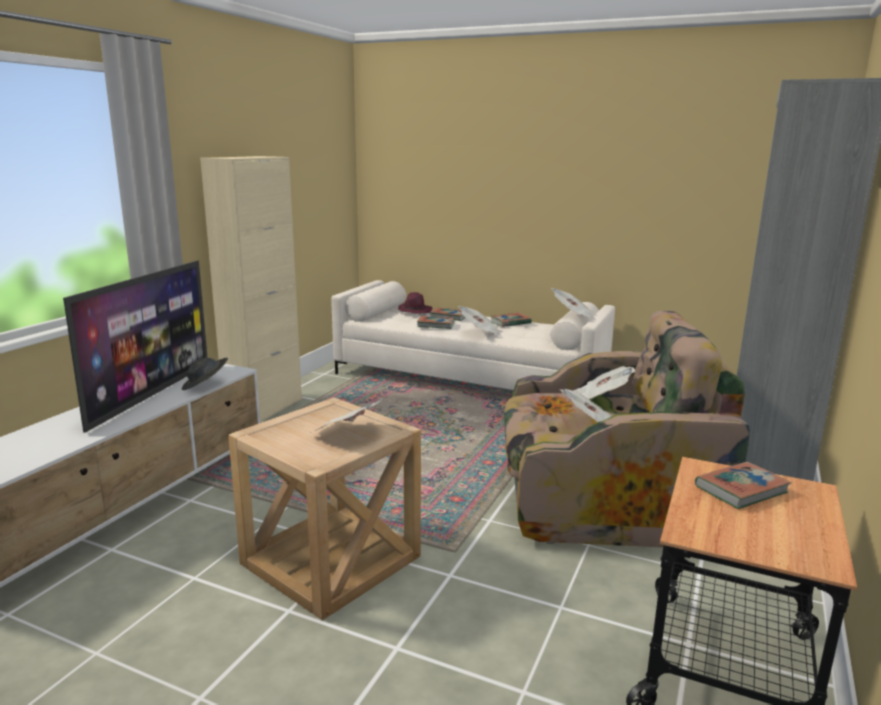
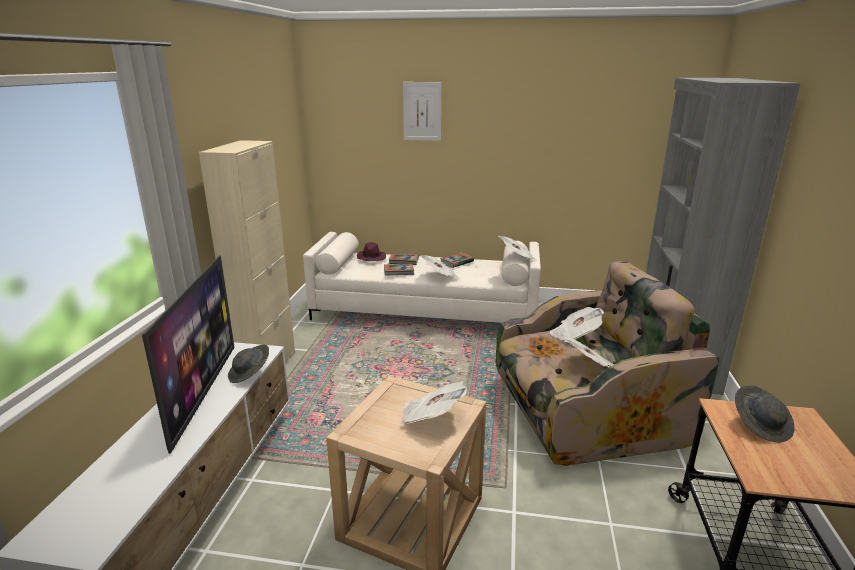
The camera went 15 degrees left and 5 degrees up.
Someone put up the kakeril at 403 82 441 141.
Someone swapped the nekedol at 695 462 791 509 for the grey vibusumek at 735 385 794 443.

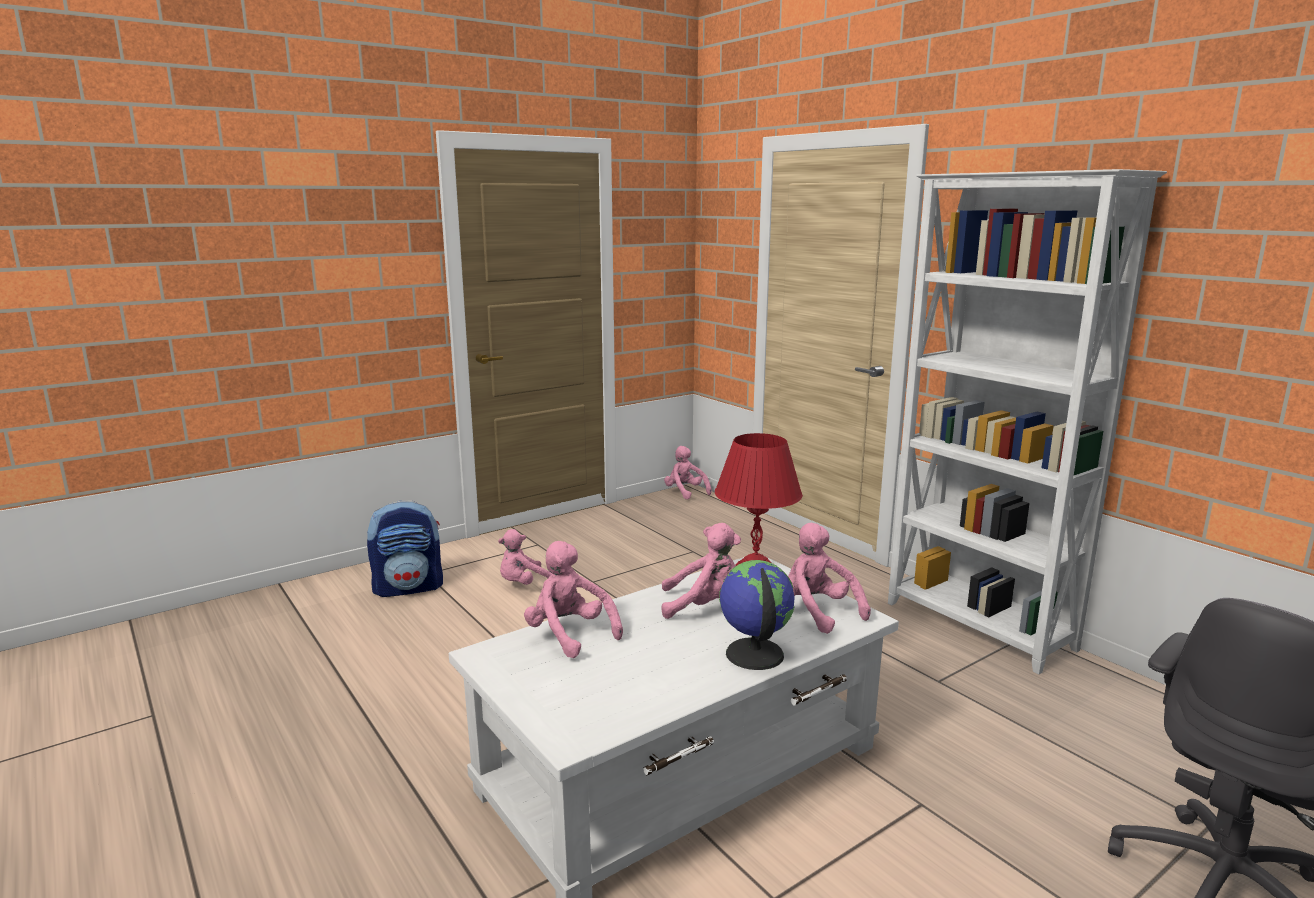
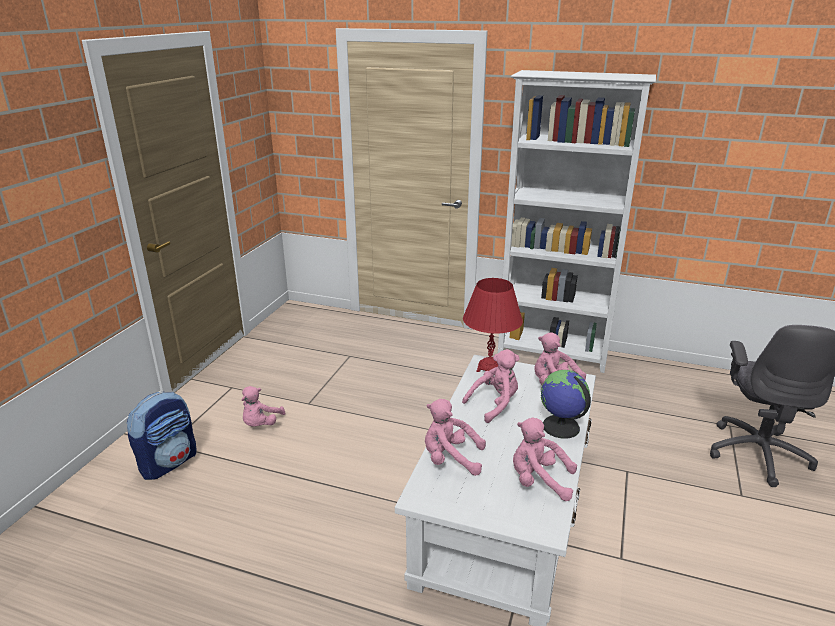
The camera went 35 degrees left and 10 degrees up.
Someone carried the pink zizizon from 664 446 712 500 to 513 418 577 501.

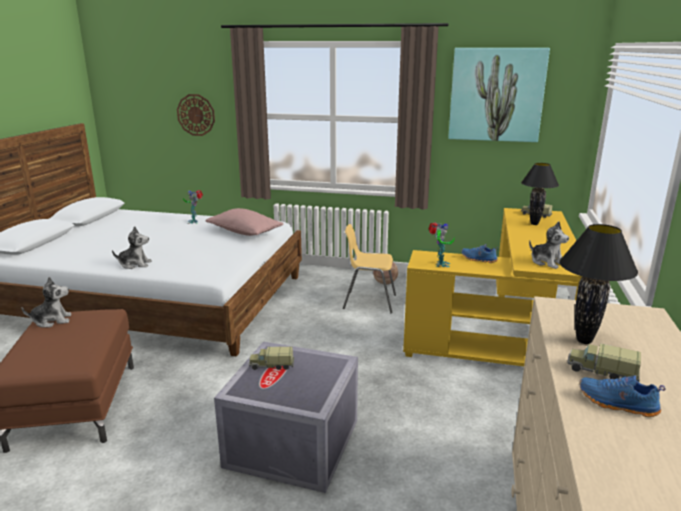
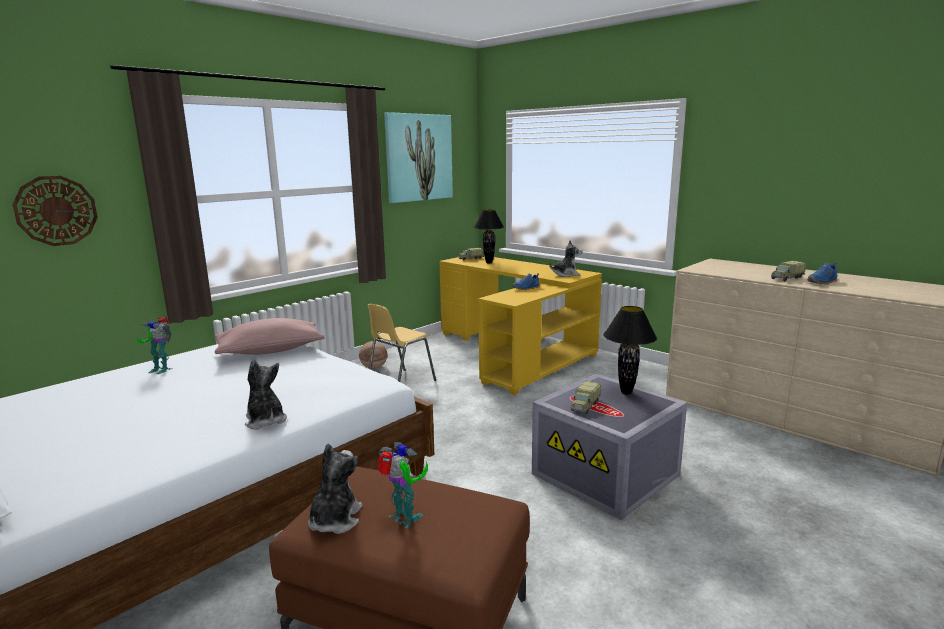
The camera went 60 degrees left and 5 degrees down.
Someone carried the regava from 428 222 455 267 to 378 442 428 528.
Someone carried the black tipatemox from 559 224 638 344 to 604 306 657 395.
Someone rotated the zizizon at 112 226 152 269 by 60 degrees counterclockwise.

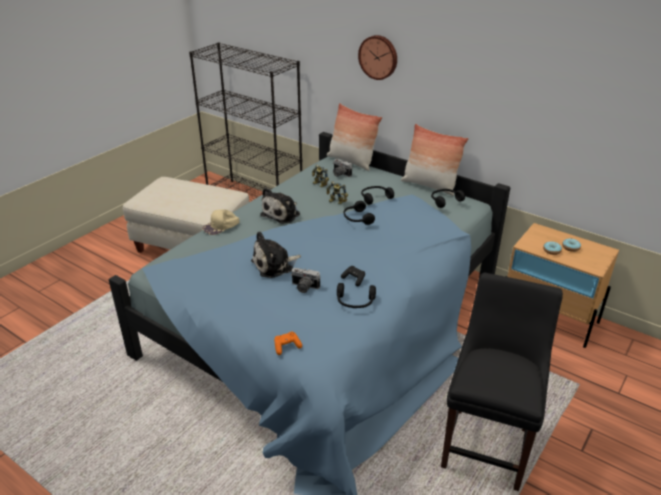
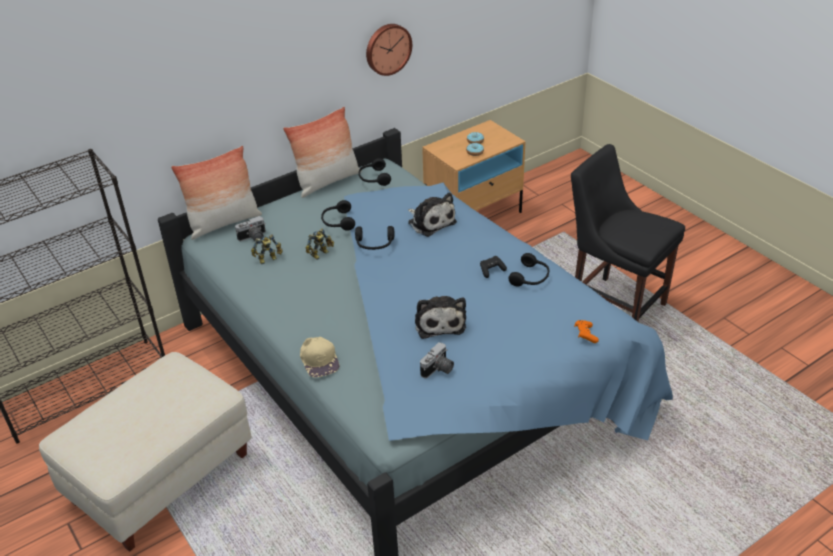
The camera went 70 degrees left and 5 degrees up.
Someone carried the zizizon from 260 188 300 224 to 408 193 457 237.
Someone carried the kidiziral from 291 268 321 293 to 420 342 454 378.
Someone carried the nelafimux from 358 35 397 80 to 366 24 412 76.

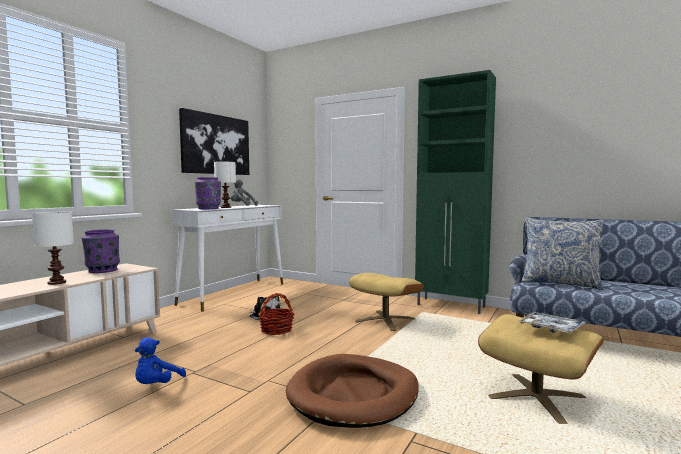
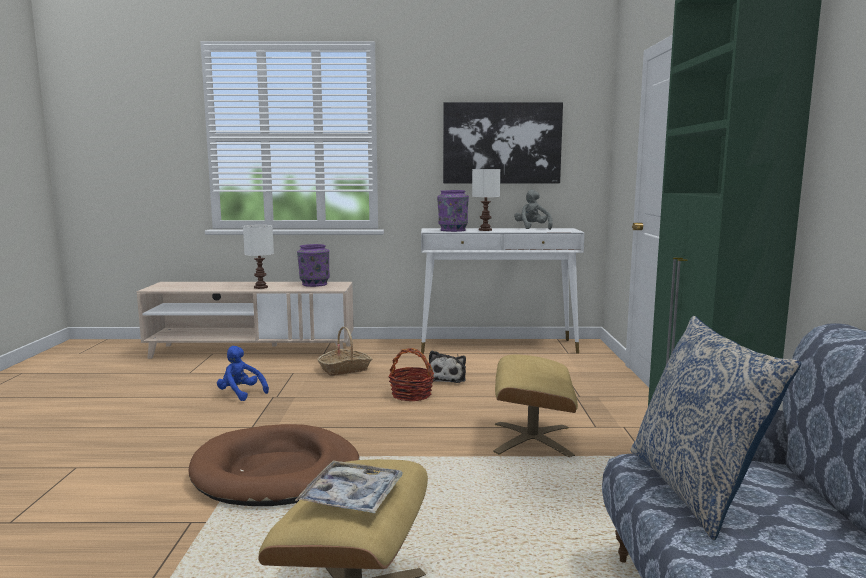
The camera went 60 degrees right and 5 degrees up.
Someone put down the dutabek at 317 327 372 376.
Someone rotated the blue zizizon at 135 337 186 384 by 45 degrees clockwise.

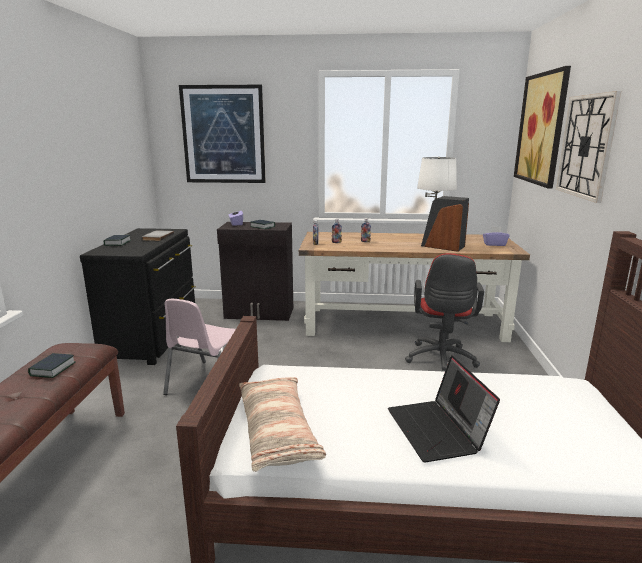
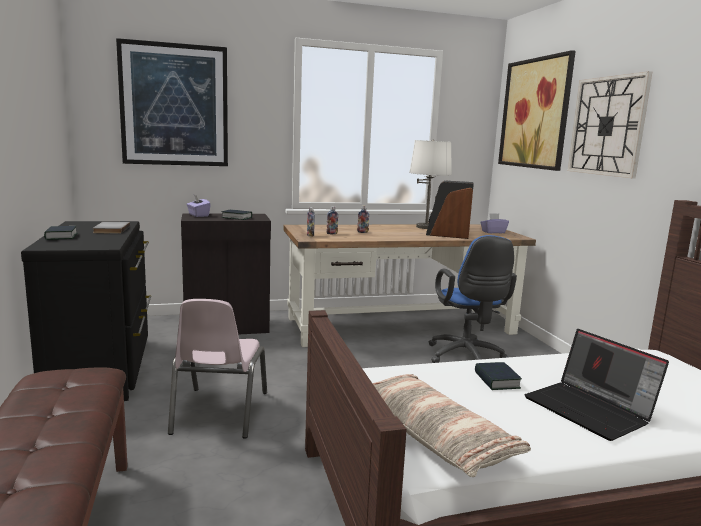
The camera went 20 degrees left and 5 degrees down.
Someone carried the nekedol from 28 353 76 378 to 475 362 522 390.
Someone repainted the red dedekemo at 405 253 484 372, which became the blue dedekemo at 428 235 517 363.

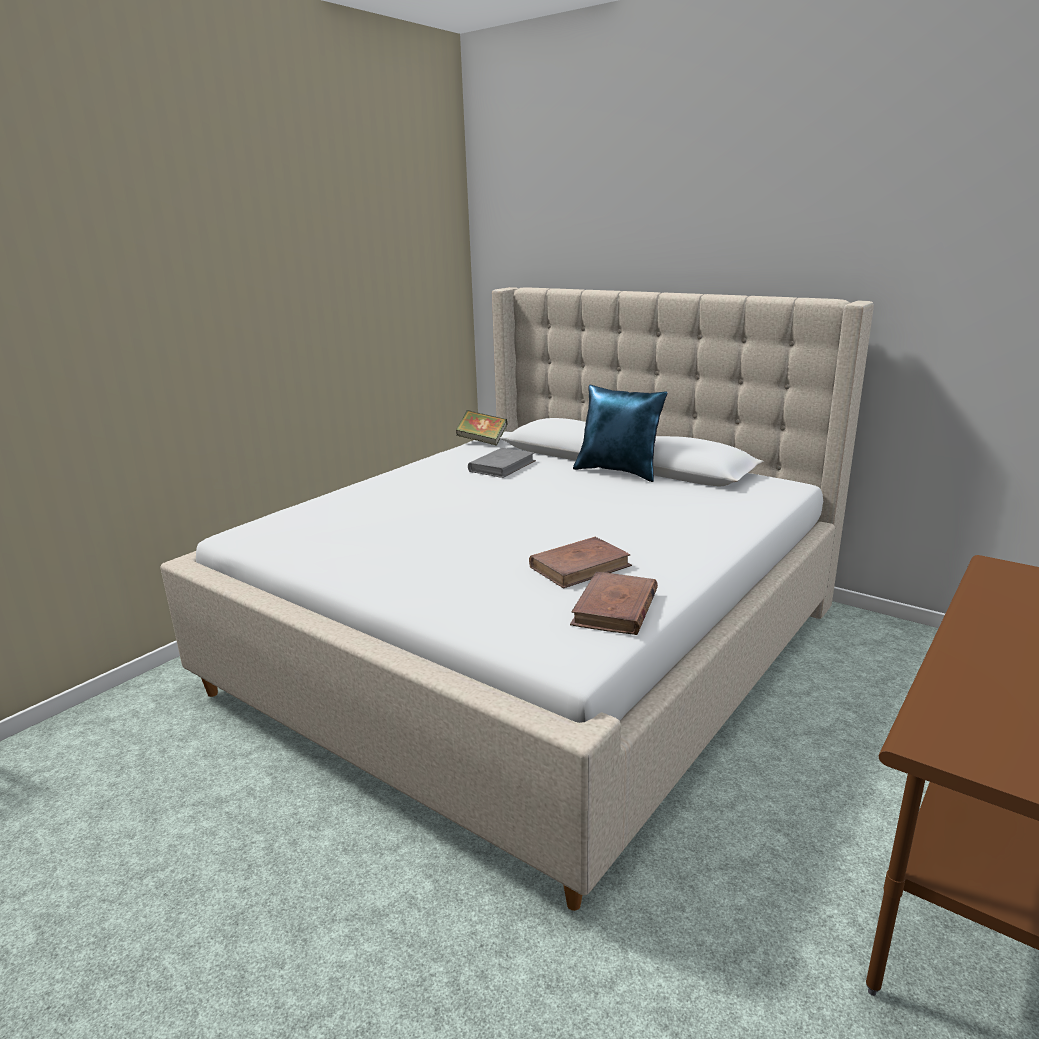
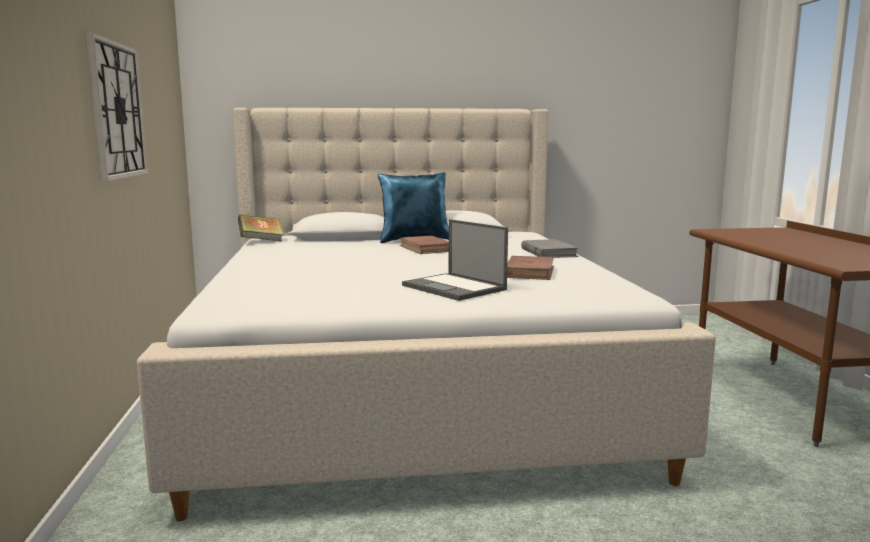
The camera went 45 degrees left and 10 degrees down.
Someone put up the nelafimux at 86 32 148 182.
Someone put down the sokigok at 402 219 508 301.
Someone carried the grey nekedol from 468 448 536 478 to 521 239 578 258.
Someone carried the brown nekedol from 570 572 658 635 to 400 235 449 254.

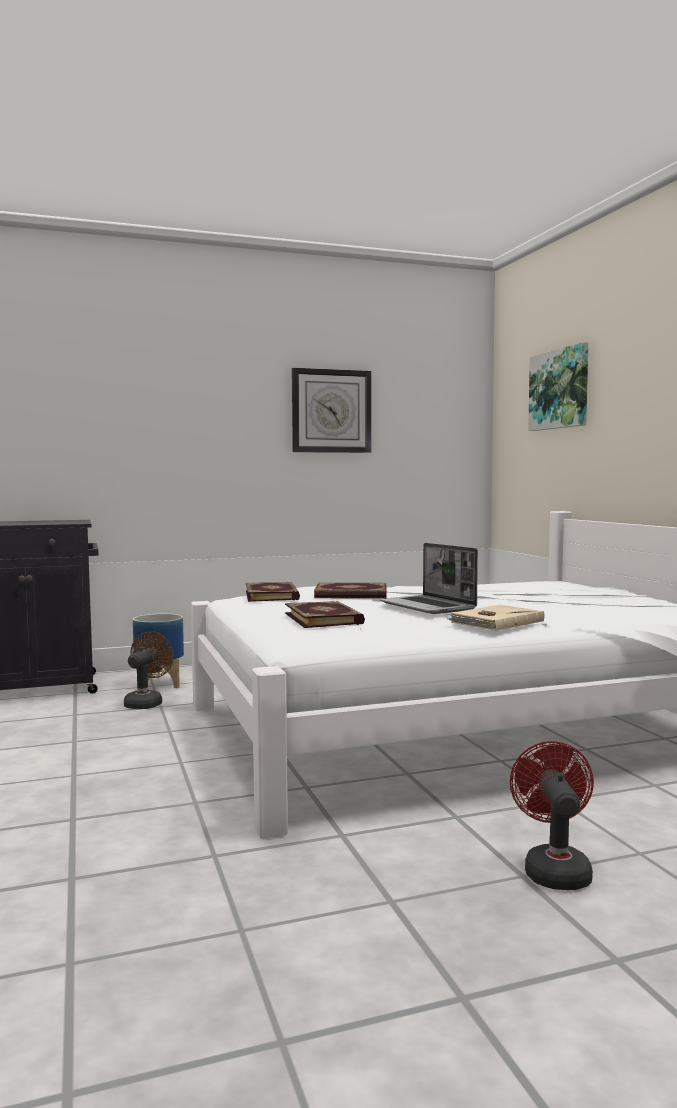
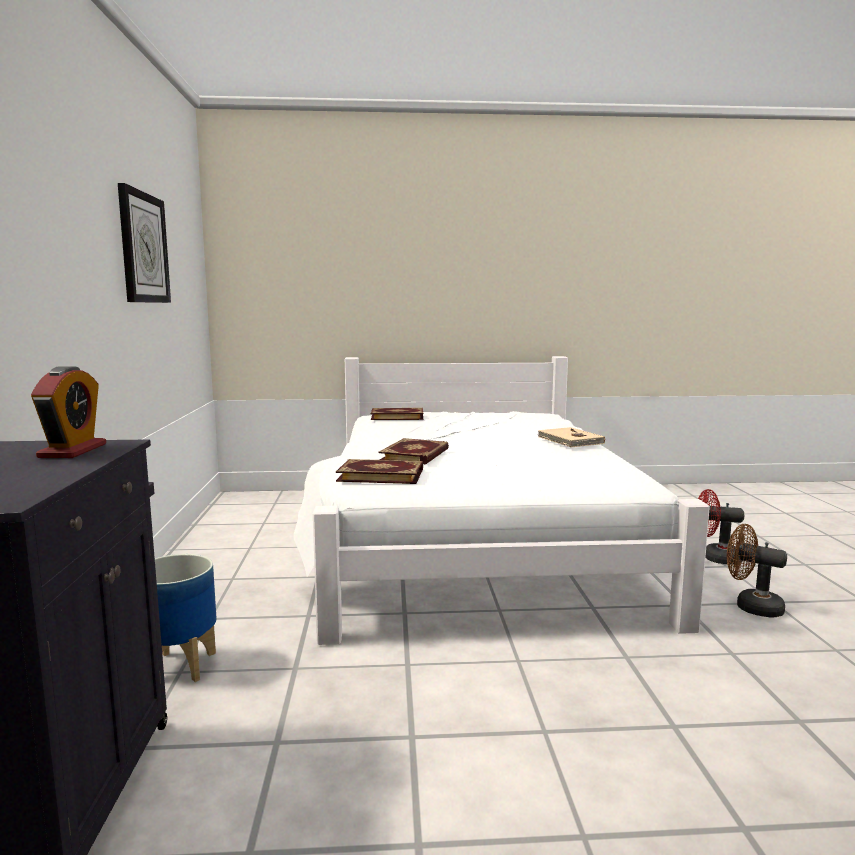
The camera went 75 degrees left and 5 degrees up.
Someone took away the sokigok at 380 543 478 614.
Someone took away the kakeril at 528 342 588 431.
Someone put down the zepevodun at 31 366 106 458.
Someone carried the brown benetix from 124 631 174 709 to 727 524 787 618.
Someone carried the nekedol from 285 601 365 628 to 371 408 423 420.

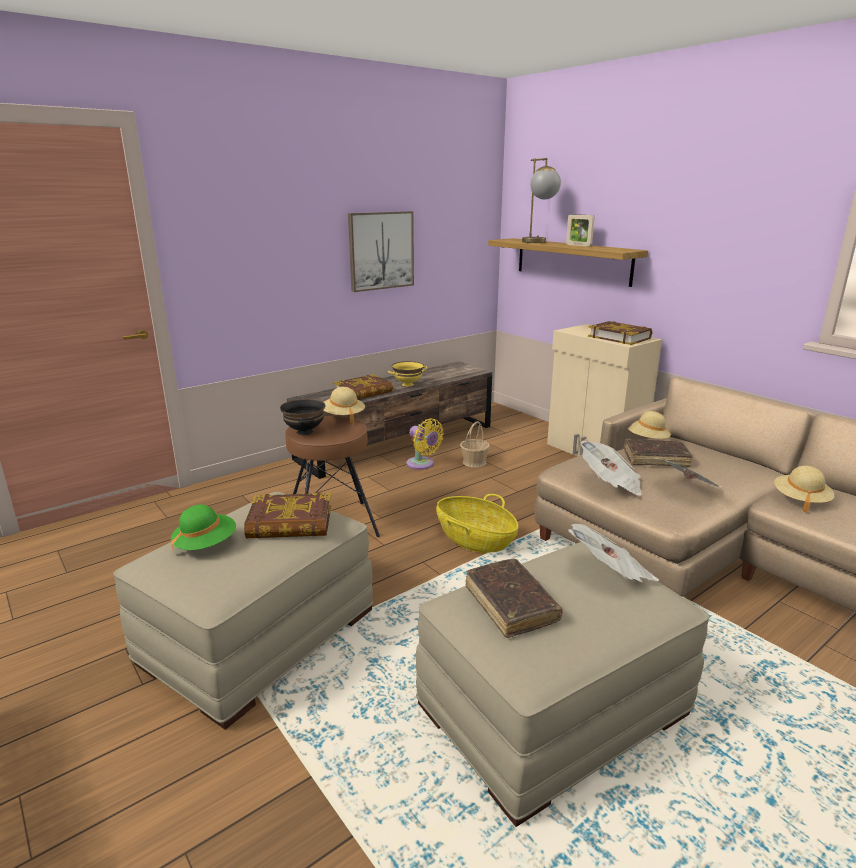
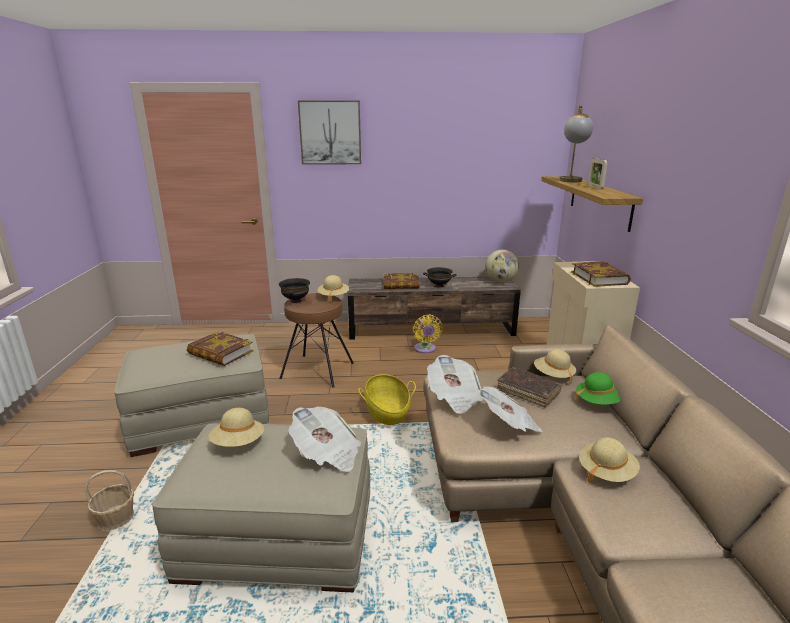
The camera went 35 degrees right and 0 degrees up.
Someone put down the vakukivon at 485 249 519 283.
Someone carried the green vibusumek from 171 504 236 553 to 575 372 620 405.
Someone carried the kakeril from 348 211 414 292 to 298 100 361 165.
Someone carried the dutabek from 460 421 490 467 to 85 470 134 532.
Someone swapped the brown nekedol at 465 559 563 638 for the beige vibusumek at 209 408 264 447.
Someone repainted the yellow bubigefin at 388 361 427 387, which became the black bubigefin at 423 267 456 288.

